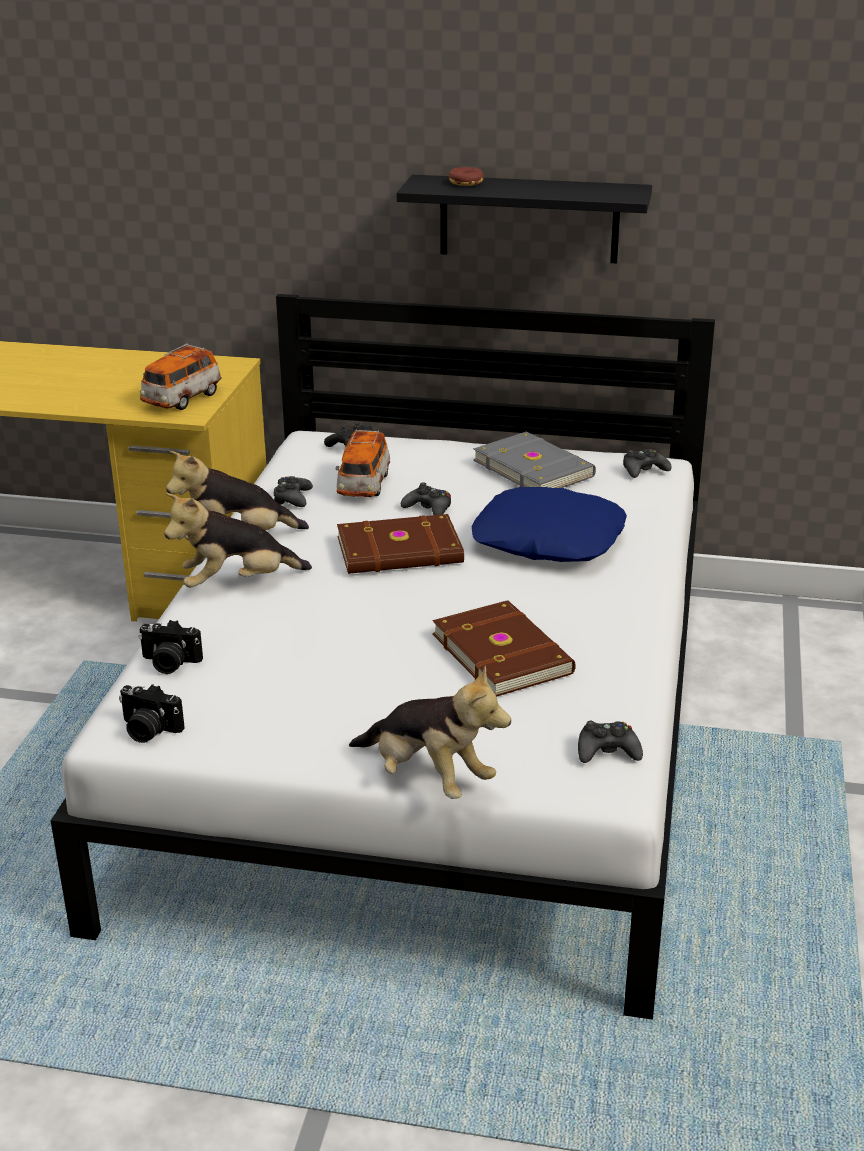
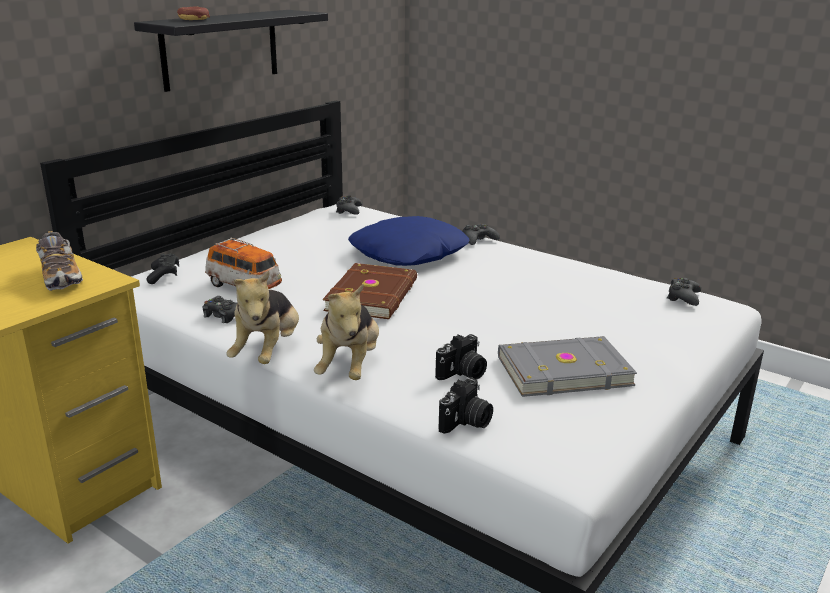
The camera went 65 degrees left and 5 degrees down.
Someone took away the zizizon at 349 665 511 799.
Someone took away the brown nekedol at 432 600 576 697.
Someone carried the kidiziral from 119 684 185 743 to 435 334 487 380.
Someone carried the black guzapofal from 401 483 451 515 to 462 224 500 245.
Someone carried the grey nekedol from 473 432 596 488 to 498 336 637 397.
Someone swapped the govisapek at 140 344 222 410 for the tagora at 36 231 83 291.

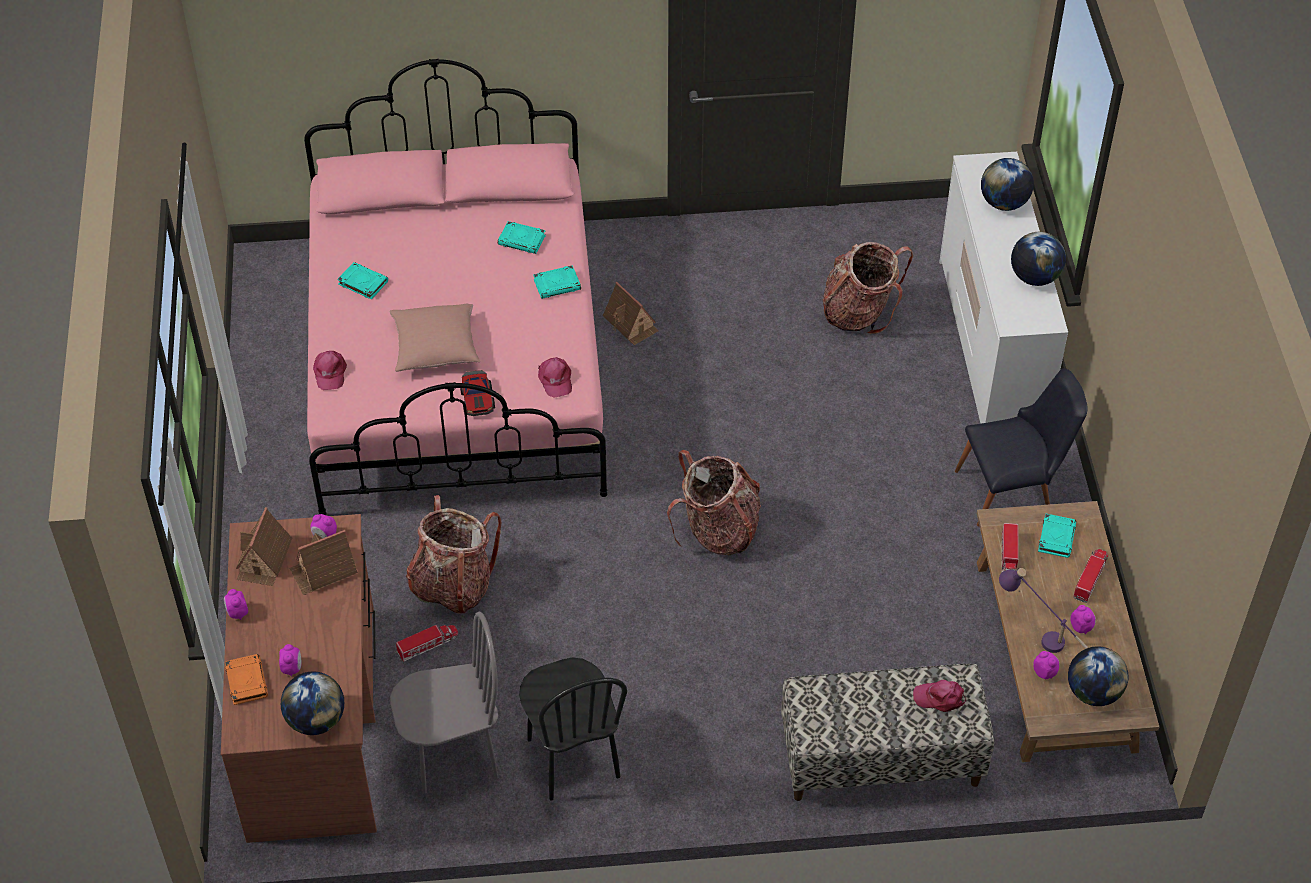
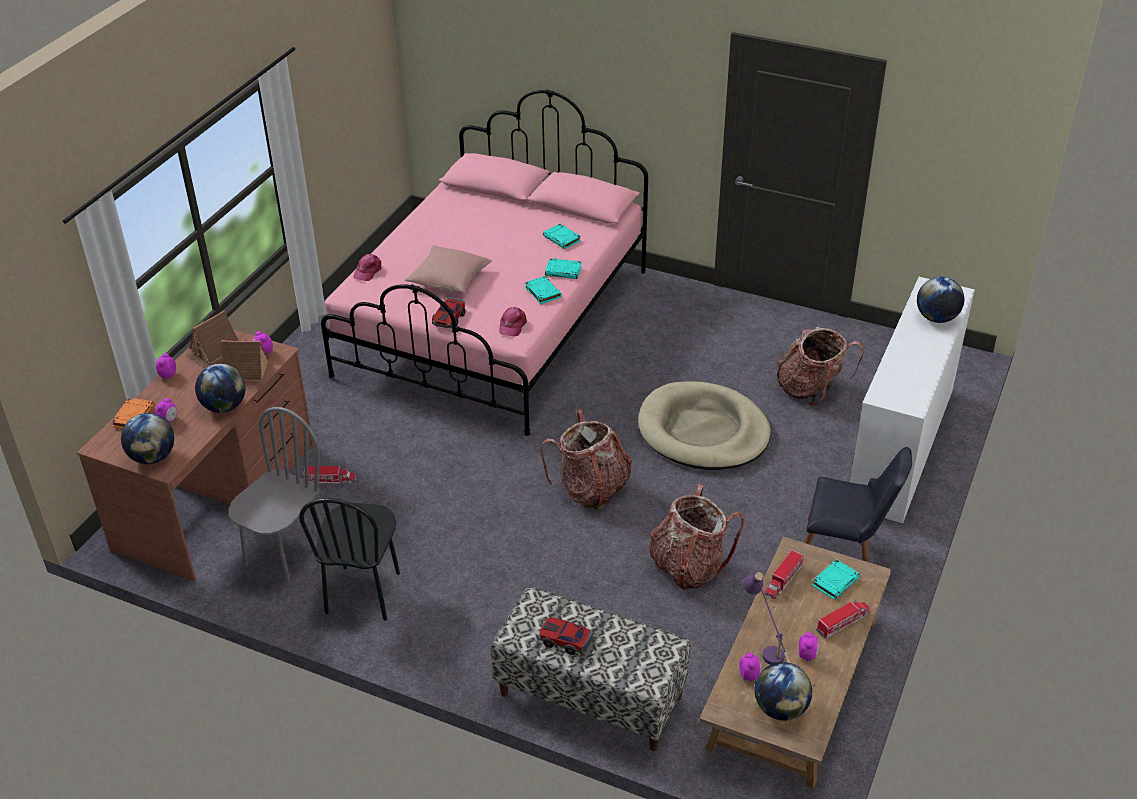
The camera went 30 degrees right and 10 degrees down.
Someone took away the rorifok at 603 282 659 345.
Someone took away the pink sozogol at 913 680 966 712.
Someone put down the govisapek at 540 617 593 655.
Someone put down the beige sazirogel at 638 381 771 470.
Someone carried the turquoise nekedol from 337 262 388 300 to 525 276 562 304.
Someone carried the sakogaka from 406 495 502 614 to 649 484 744 591.
Someone carried the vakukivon from 1011 232 1066 286 to 195 364 246 413.
Someone rotated the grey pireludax at 390 612 498 794 by 75 degrees counterclockwise.

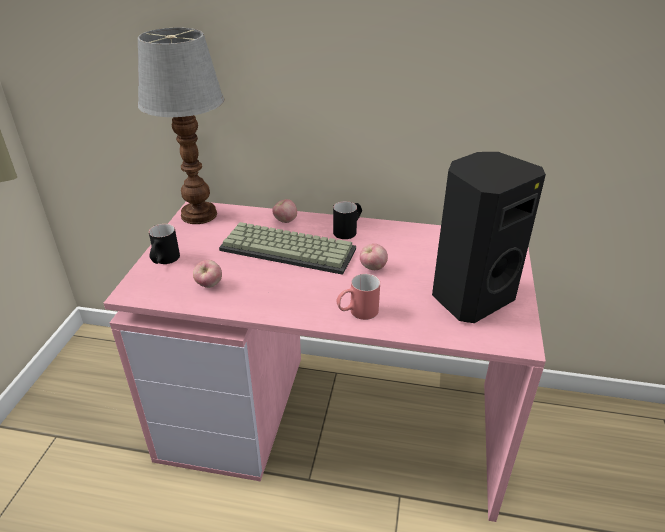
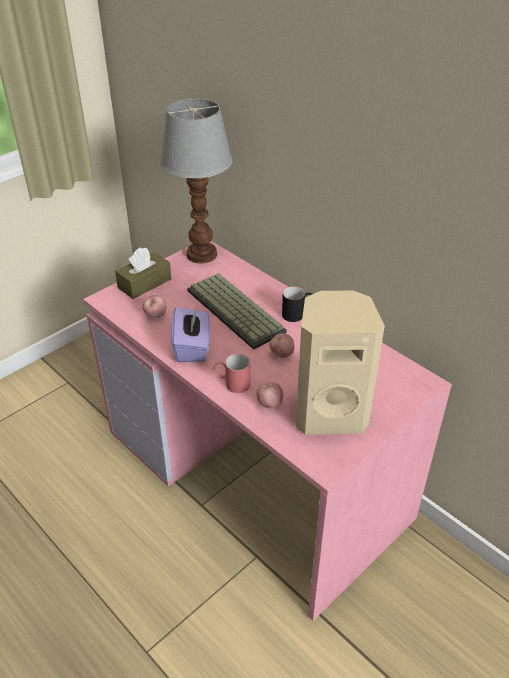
The camera went 35 degrees right and 5 degrees up.
Someone put down the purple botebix at 171 307 210 362.
Someone carried the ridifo from 272 199 297 223 to 257 382 283 409.
Someone swapped the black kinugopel at 149 224 180 264 for the brown botebix at 115 247 171 299.
Someone repainted the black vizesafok at 432 152 546 323, which became the beige vizesafok at 295 291 385 435.

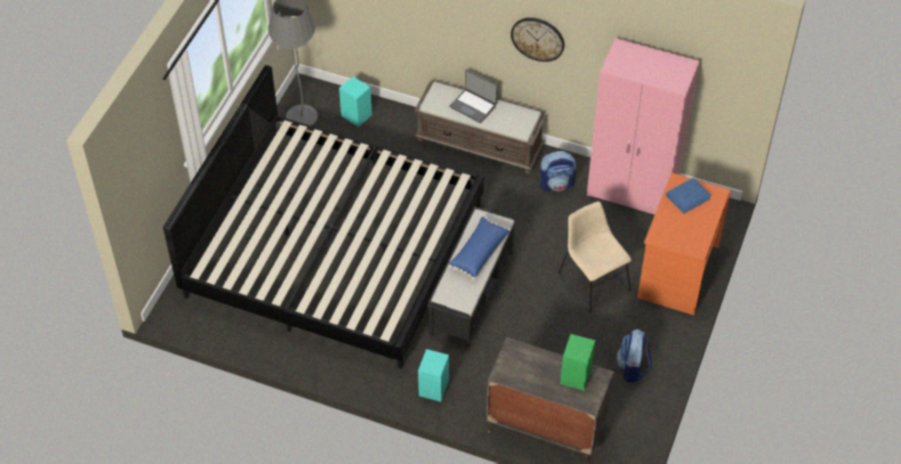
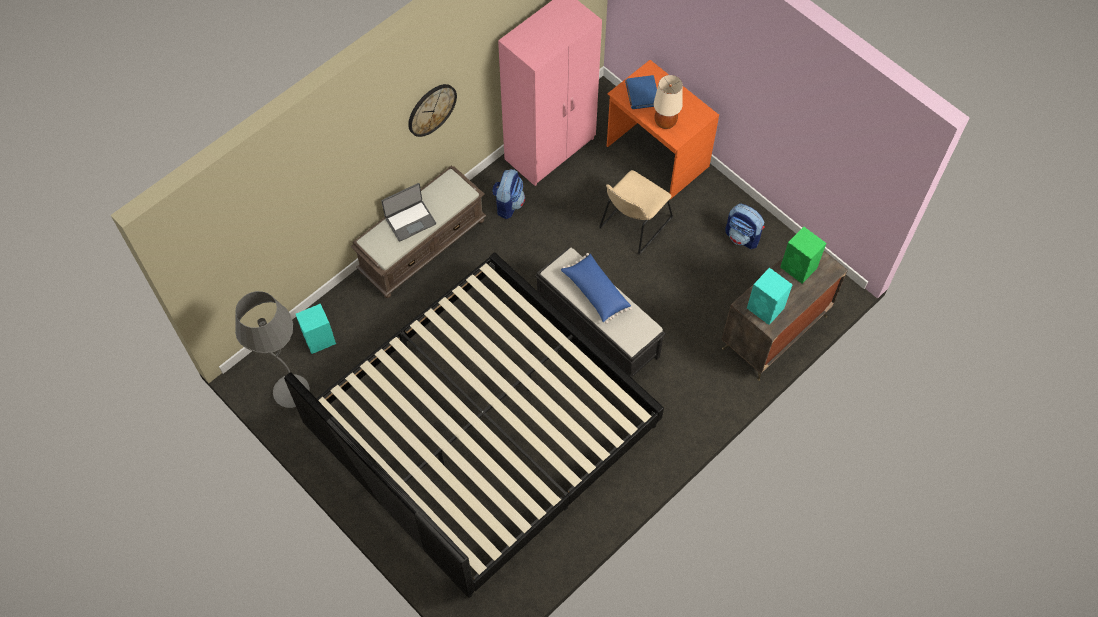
The camera went 65 degrees left and 10 degrees up.
Someone put down the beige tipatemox at 654 75 683 129.
Someone carried the turquoise vizesafok from 418 349 449 402 to 747 268 793 325.
Someone rotated the beige pireludax at 558 201 631 313 by 45 degrees counterclockwise.

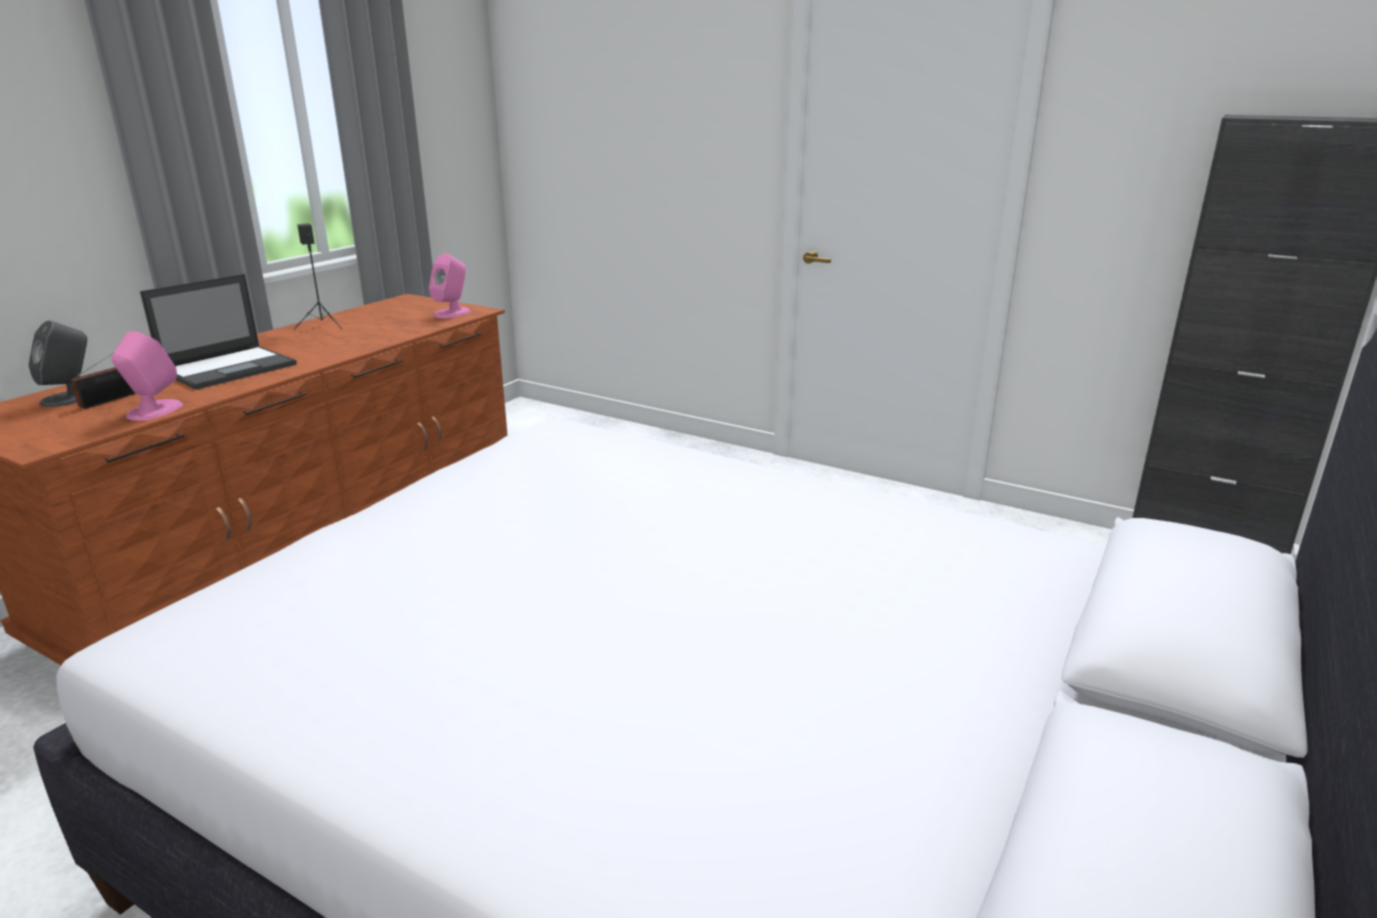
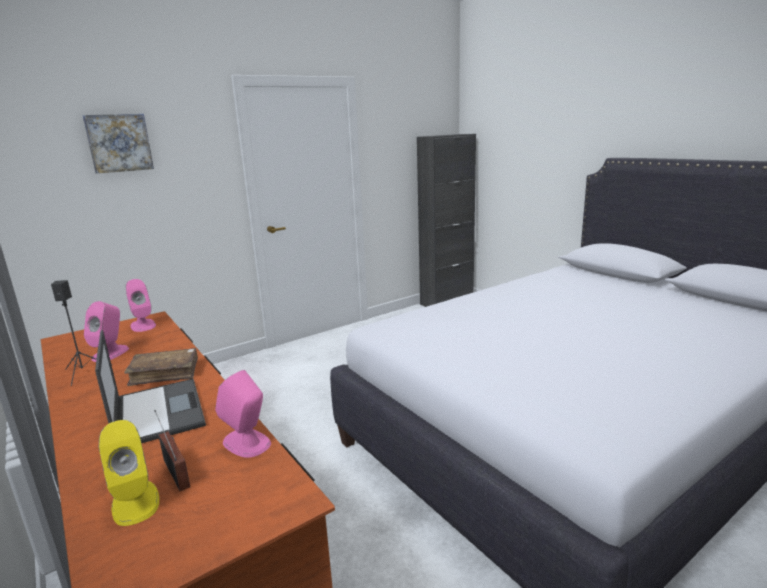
The camera went 65 degrees left and 5 degrees down.
Someone put up the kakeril at 82 114 154 174.
Someone put down the pink vizesafok at 84 301 129 362.
Someone put down the brown nekedol at 124 348 198 386.
Someone repainted the grey vizesafok at 28 320 87 407, which became the yellow vizesafok at 99 420 159 526.

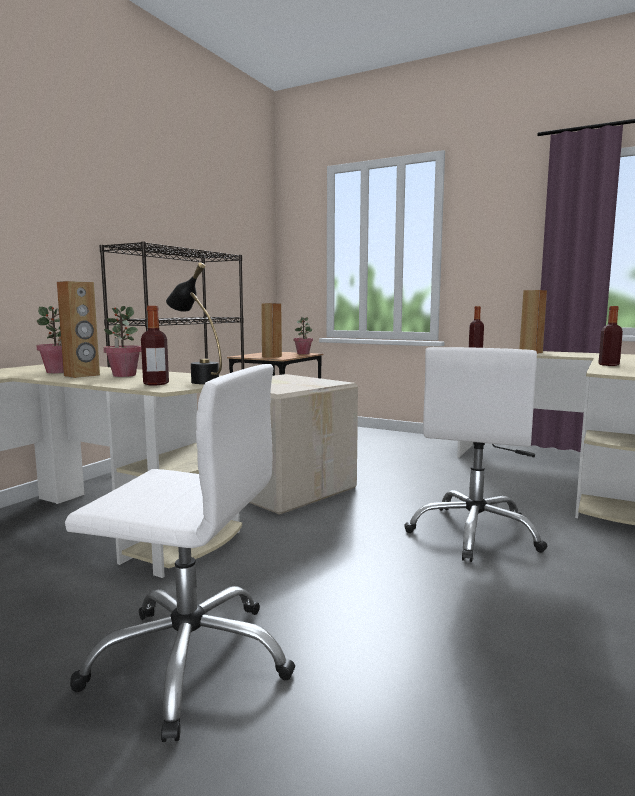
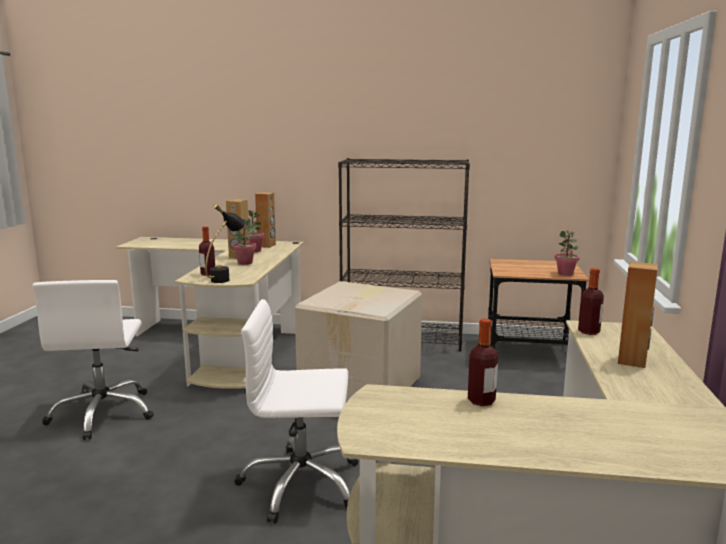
The camera went 70 degrees right and 5 degrees up.
Someone carried the brown vizesafok from 261 303 282 358 to 255 192 276 248.

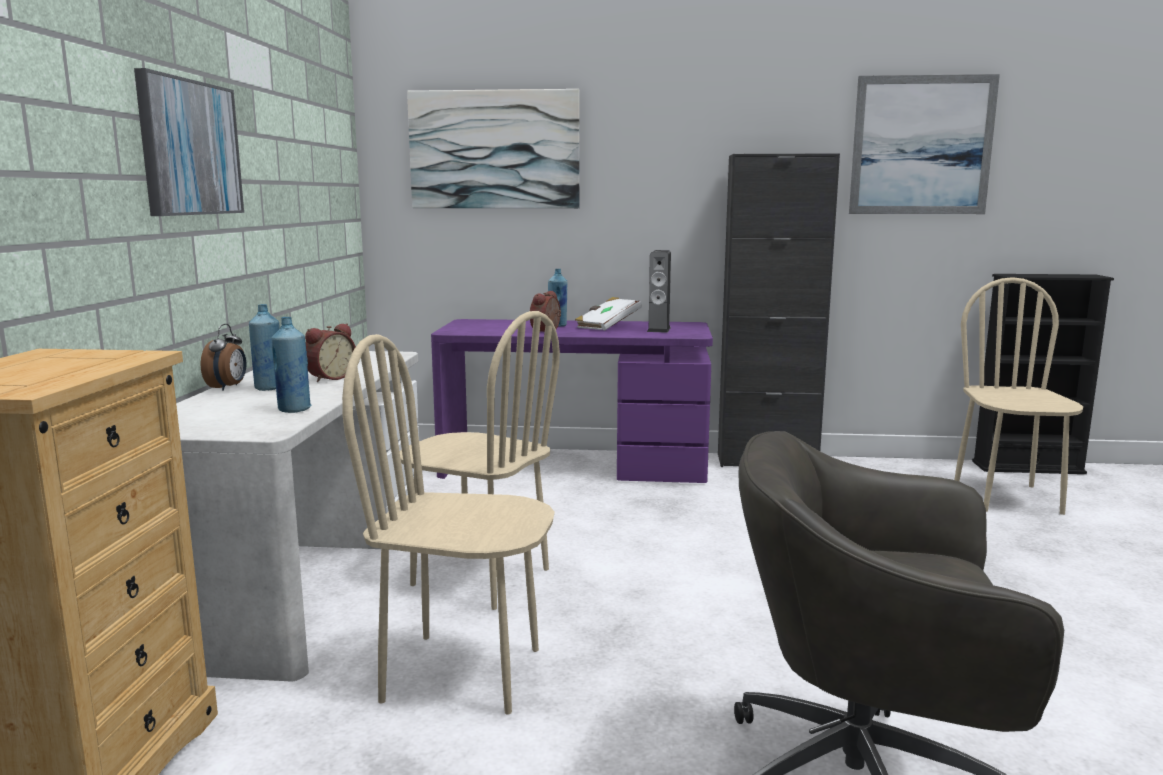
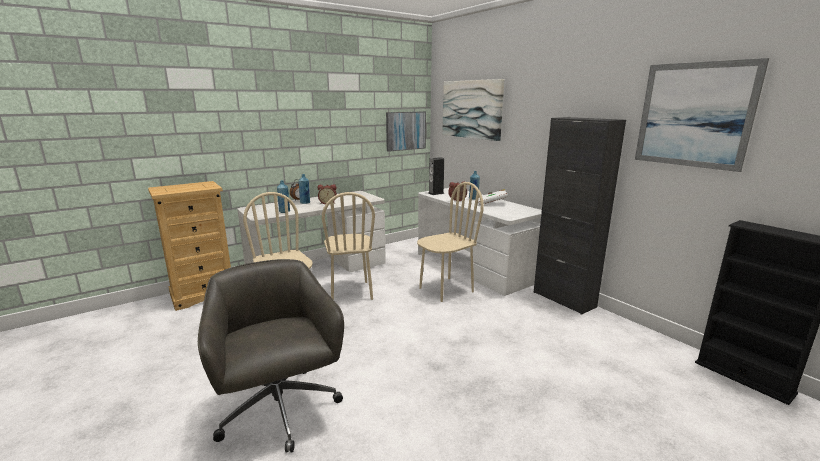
The camera went 50 degrees right and 5 degrees up.
Someone carried the kakeril from 134 68 244 216 to 386 111 426 152.
Someone carried the vizesafok from 647 250 671 333 to 428 157 444 195.
Someone carried the beige pireludax from 954 277 1083 515 to 417 182 484 302.
Someone repainted the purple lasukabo at 431 319 713 483, which became the white lasukabo at 418 188 542 296.

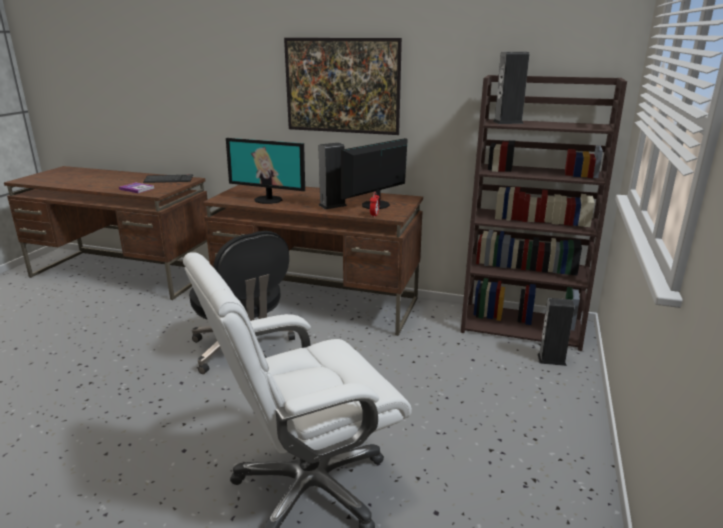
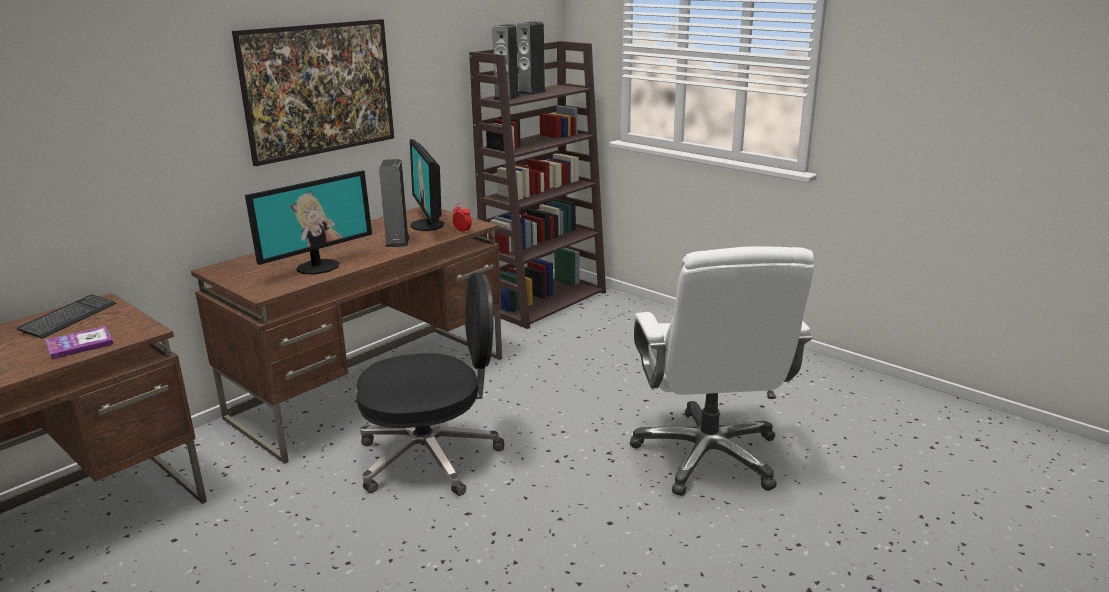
The camera went 65 degrees left and 0 degrees up.
Someone carried the vizesafok from 538 298 575 366 to 517 22 547 95.

